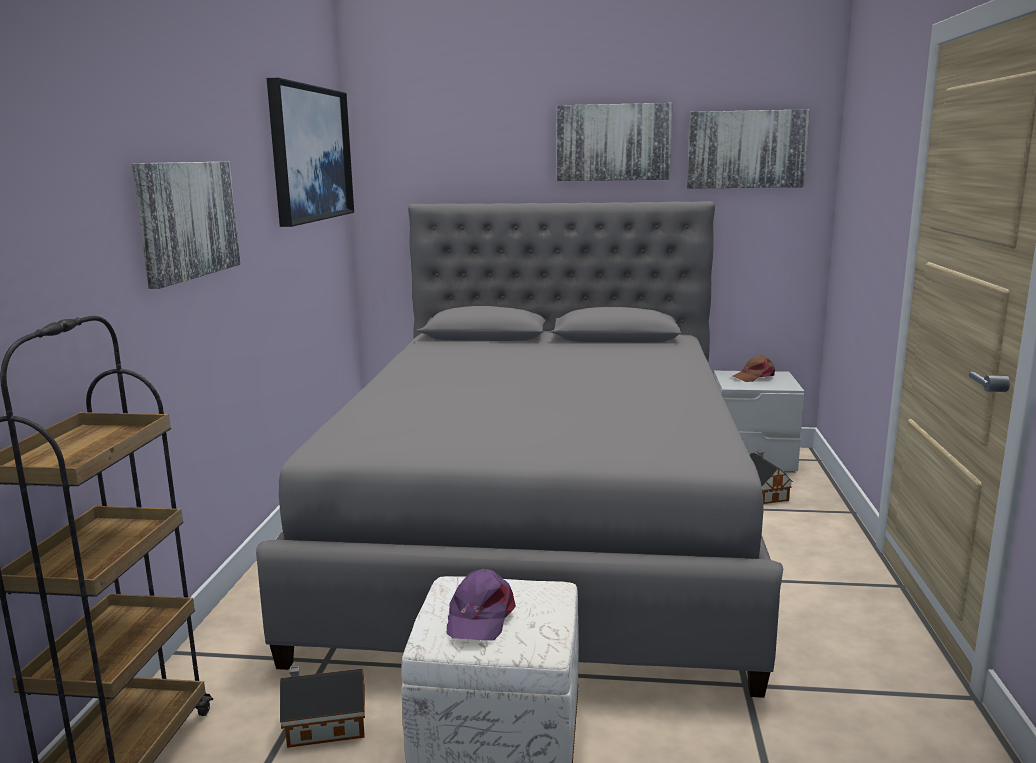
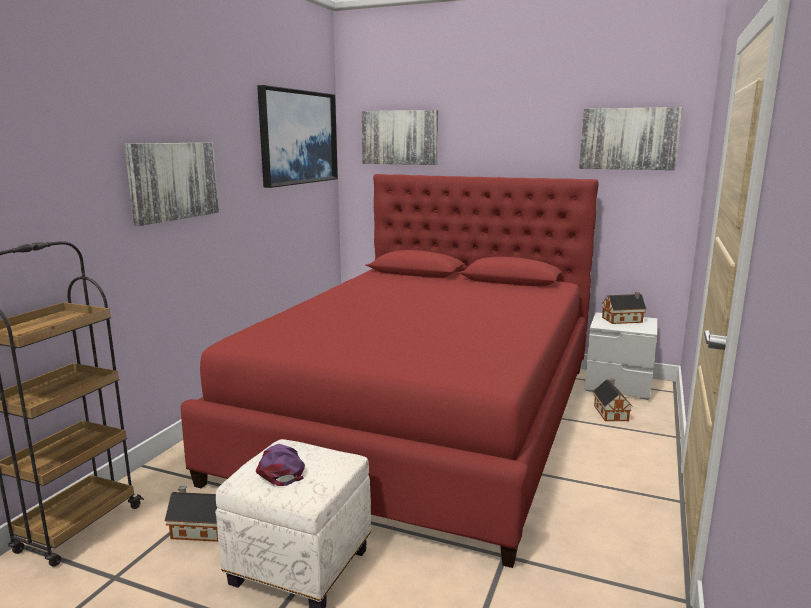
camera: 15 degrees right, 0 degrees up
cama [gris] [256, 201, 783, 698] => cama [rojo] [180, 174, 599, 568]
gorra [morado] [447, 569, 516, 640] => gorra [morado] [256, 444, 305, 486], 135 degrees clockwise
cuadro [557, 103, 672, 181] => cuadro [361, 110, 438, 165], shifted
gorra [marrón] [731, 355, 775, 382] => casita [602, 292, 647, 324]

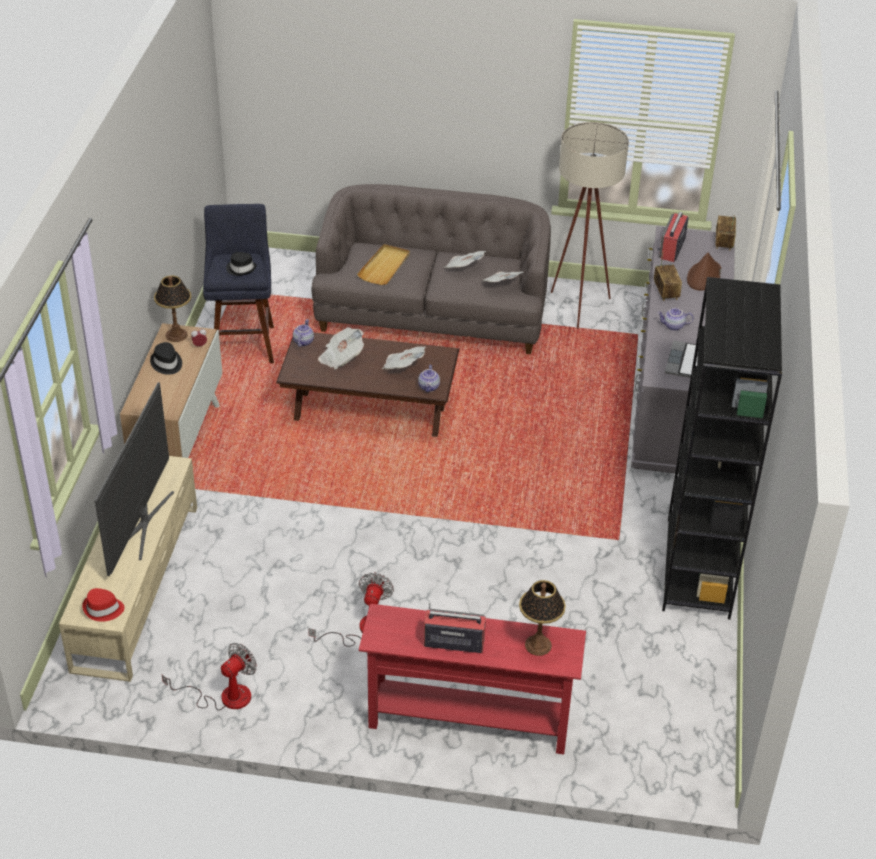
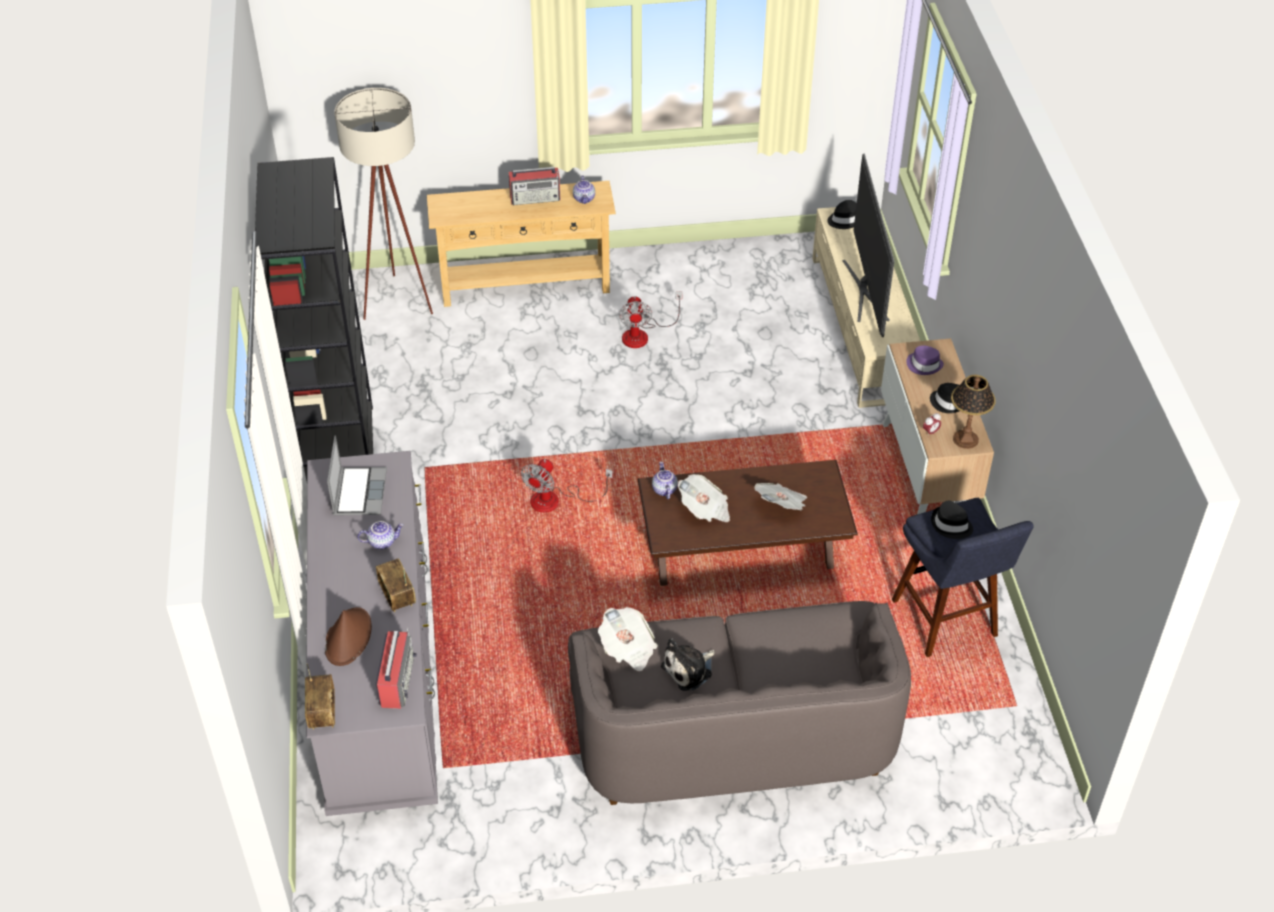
camera: 165 degrees right, 5 degrees up
lámpara de pie [beis] [551, 122, 629, 329] => lámpara de pie [beis] [334, 88, 433, 320], shifted
mesa consola [rojo] [359, 604, 586, 754] => mesa consola [beis] [427, 181, 616, 307]
ventilador [161, 643, 257, 711] => ventilador [521, 459, 613, 513], shifted
tetera [293, 319, 314, 347] => tetera [573, 175, 595, 204], shifted
periódico [444, 251, 486, 268] => peluche [661, 638, 715, 691]
sombrero [rojo] [82, 588, 125, 622] => sombrero [negro] [827, 200, 857, 229]
nothing => sombrero [morado] [906, 346, 944, 375]
bandeja [beis] [357, 244, 410, 285] => nothing
lámpara de mesa [519, 580, 566, 656] => nothing

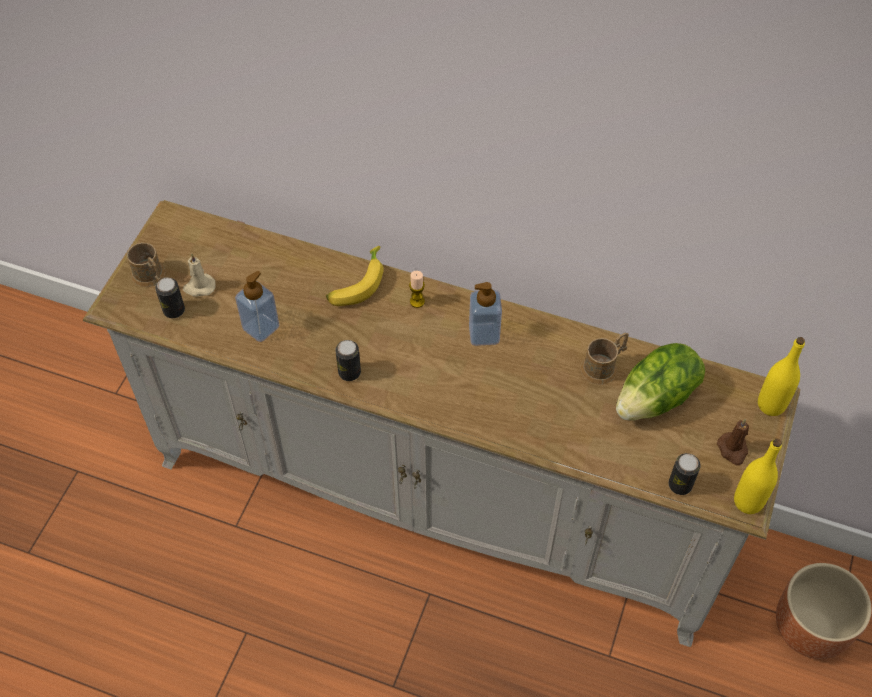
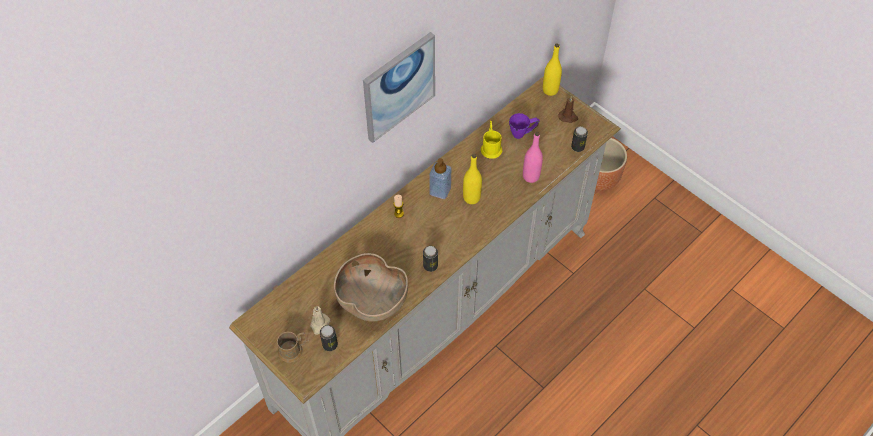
camera: 65 degrees left, 0 degrees up
dispensador de jabón [235, 271, 280, 342] => cuenco [marrón] [334, 253, 408, 322]
nothing => cuadro [363, 32, 435, 143]
botella [amarillo] [734, 439, 782, 514] => botella [amarillo] [463, 154, 482, 204], shifted
taza grande [marrón] [580, 333, 629, 385] => taza grande [amarillo] [481, 121, 502, 159]
lechuga [616, 343, 705, 421] => taza grande [morado] [509, 113, 540, 139]
nothing => botella [rosa] [523, 132, 543, 183]
plátano [326, 246, 384, 306] => nothing

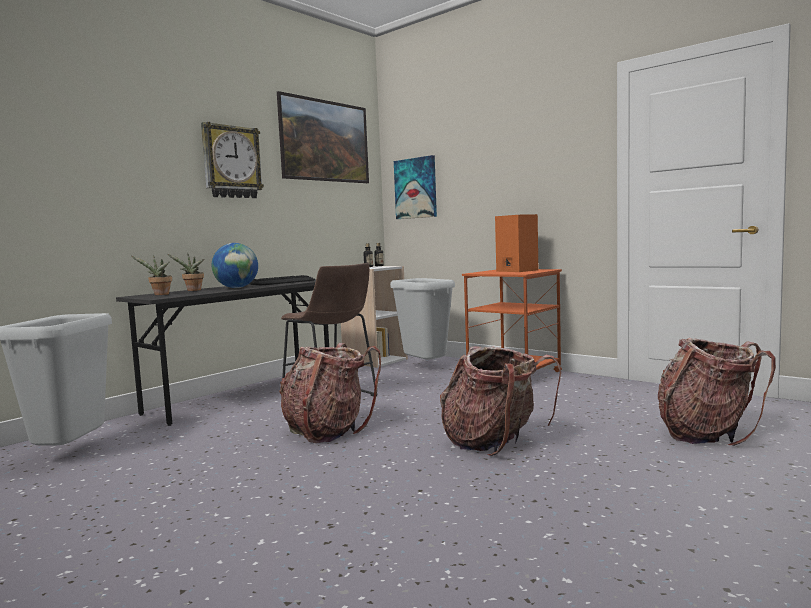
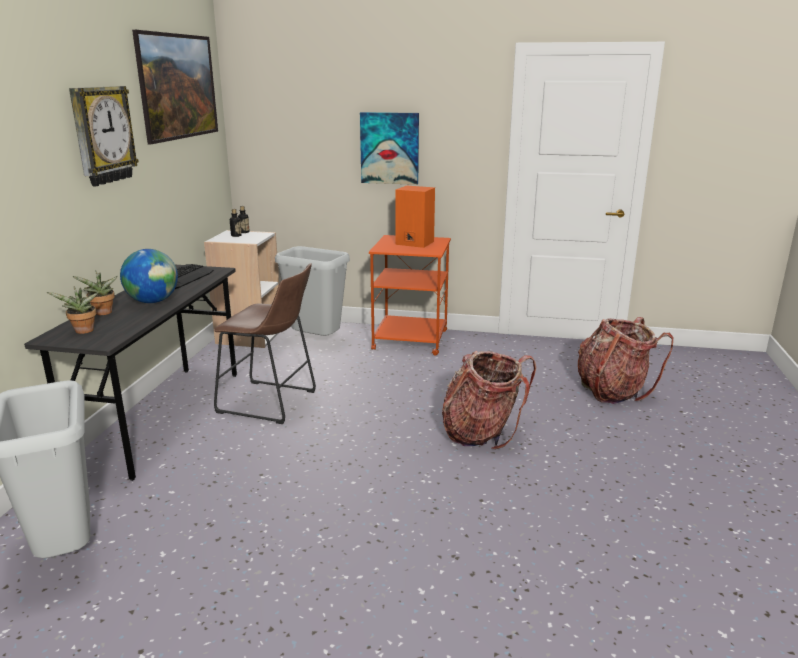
camera: 30 degrees left, 15 degrees up
cuadro [394, 155, 437, 219] => cuadro [360, 112, 419, 185], shifted
mochila [279, 343, 381, 443] => nothing

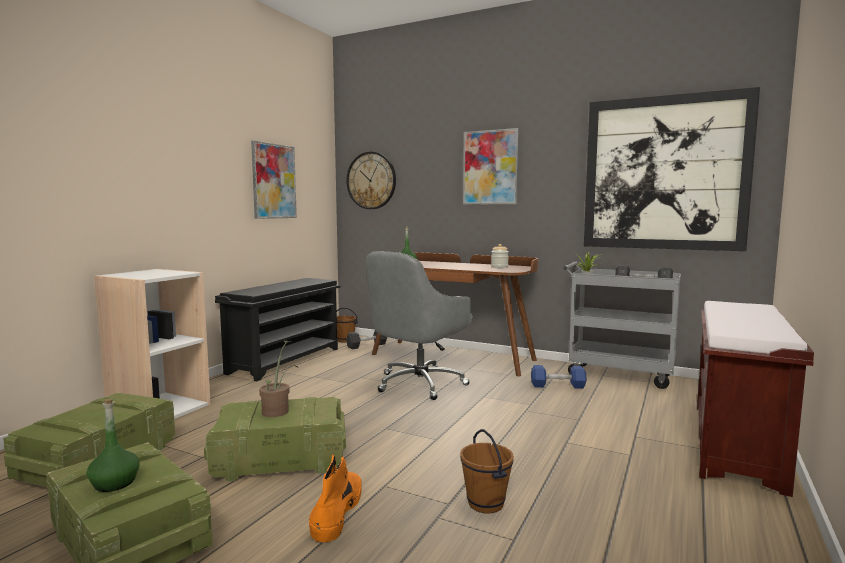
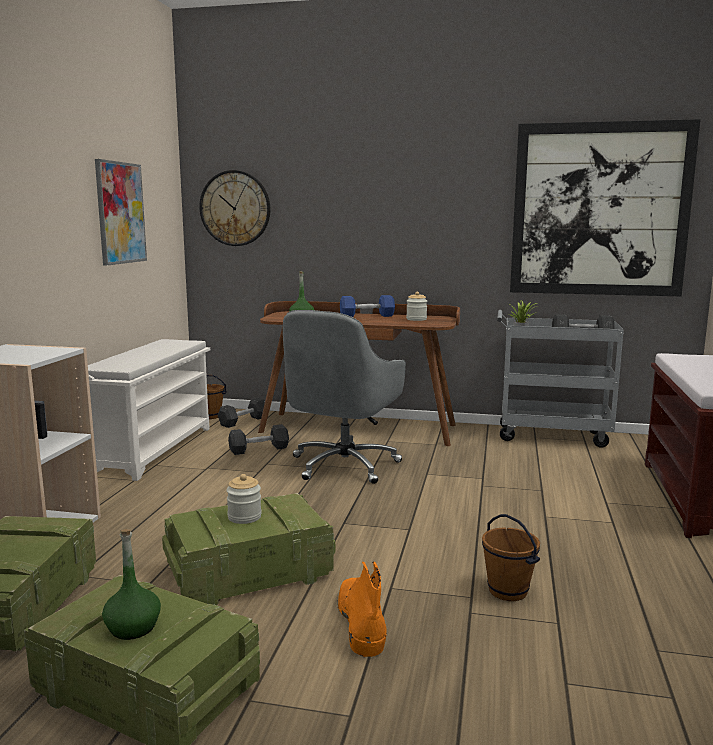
camera: 15 degrees left, 5 degrees up
zapatero [negro] [215, 278, 341, 381] => zapatero [blanco] [88, 339, 210, 481]
planta en maceta [259, 341, 298, 417] => tarro [226, 474, 262, 524]
nothing => mancuerna [gris] [228, 424, 289, 455]
mancuerna [azul] [531, 365, 587, 389] => mancuerna [azul] [340, 295, 395, 317], shifted
cuadro [463, 128, 519, 204] => nothing

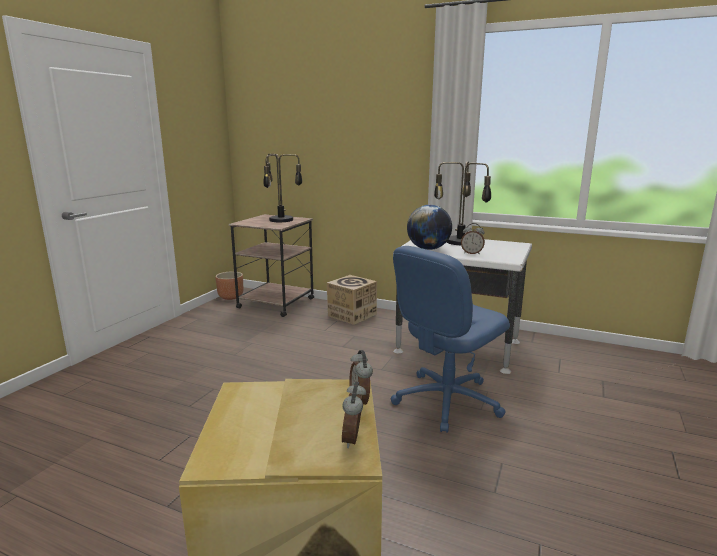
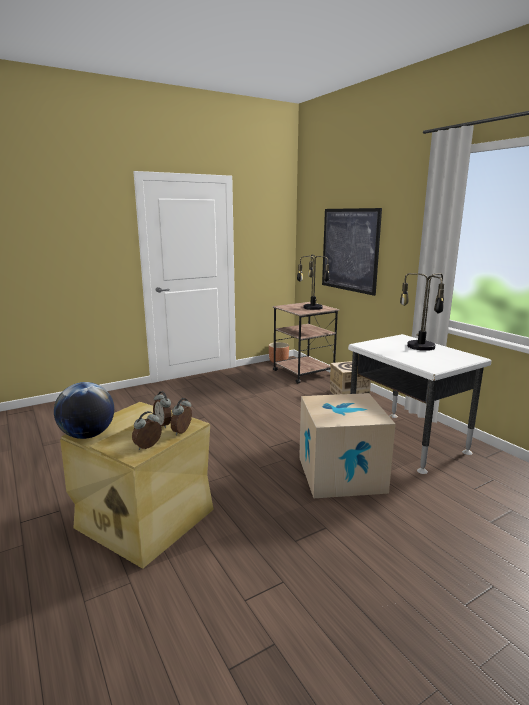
camera: 35 degrees right, 0 degrees up
globo terráqueo [407, 205, 452, 250] => globo terráqueo [54, 382, 114, 439], shifted
despertador [461, 223, 485, 254] => despertador [153, 391, 172, 428], shifted
silla de oficina [azul] [391, 246, 510, 433] => caja de cartón [299, 393, 396, 498]
nothing => cuadro [322, 208, 382, 296]

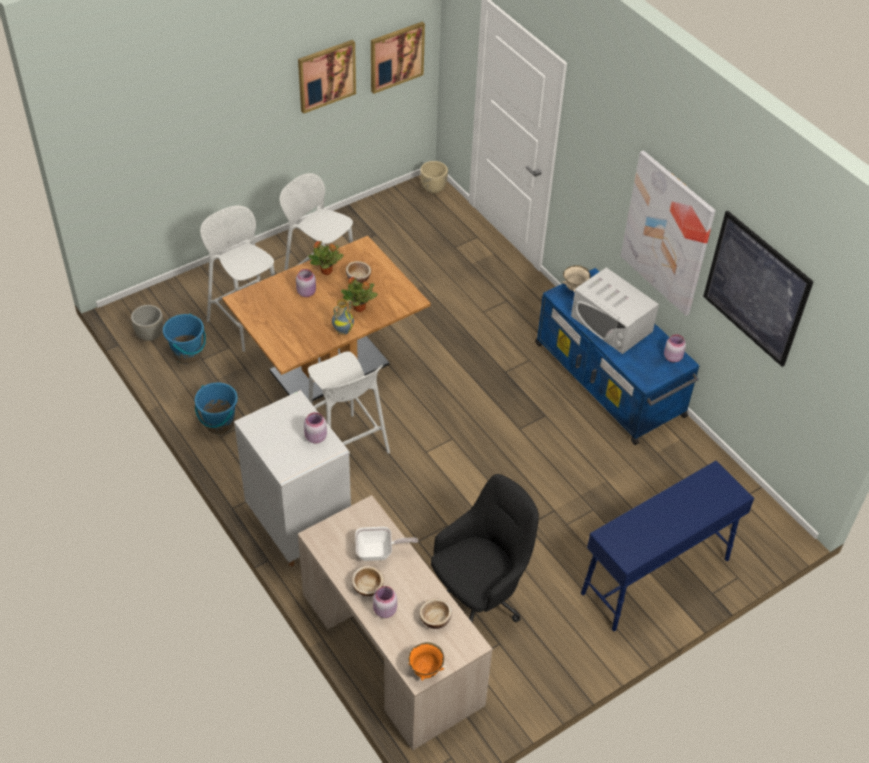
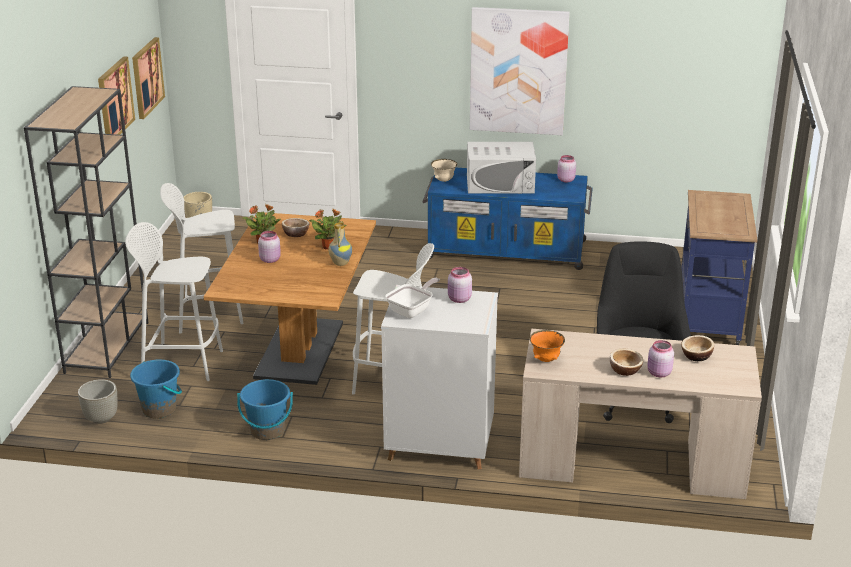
camera: 45 degrees left, 20 degrees down
nothing => estantería [24, 86, 149, 378]
sartén [355, 527, 418, 561] => sartén [385, 278, 440, 318], shifted
cuenco [naranja] [408, 642, 444, 681] => cuenco [naranja] [530, 330, 565, 362], shifted
mesa consola [azul] [581, 461, 754, 631] => carrito [azul] [681, 190, 757, 345]
cuadro [703, 211, 814, 367] => nothing

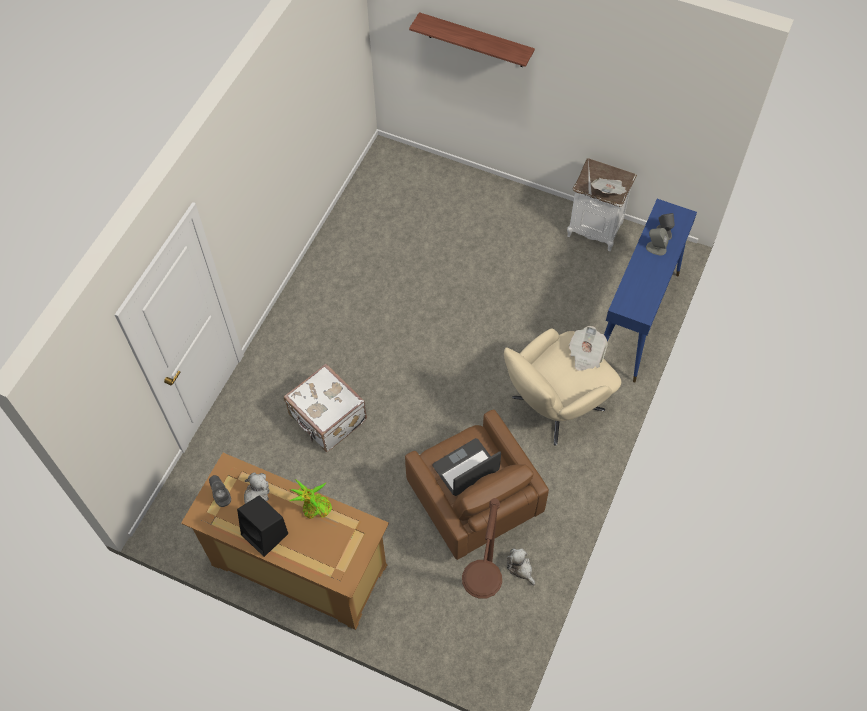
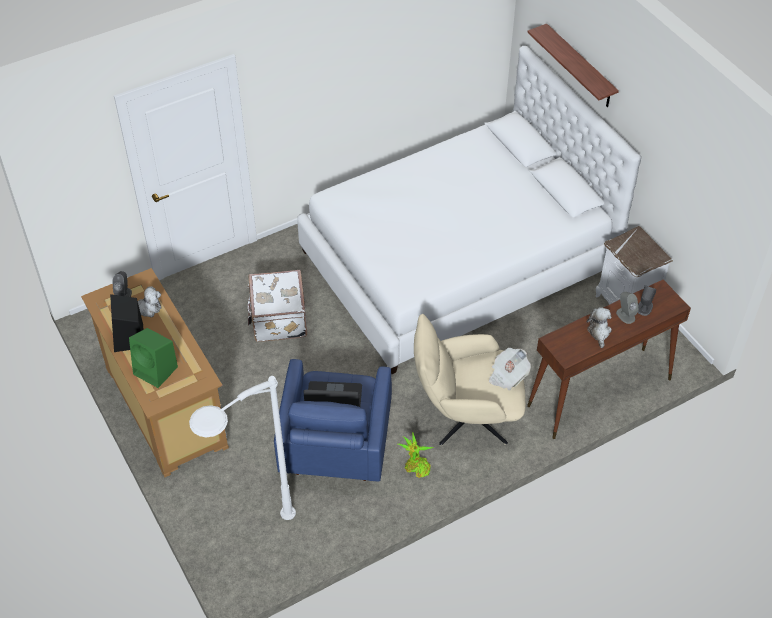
camera: 35 degrees right, 10 degrees down
nothing => altavoz [verde] [129, 328, 178, 388]
lámpara de pie [marrón] [462, 498, 502, 599] => lámpara de pie [blanco] [189, 376, 296, 520]
sillón [marrón] [405, 409, 549, 560] => sillón [azul] [274, 359, 392, 482]
nothing => cama [blanco] [297, 46, 641, 374]
planta en maceta [290, 479, 332, 519] => planta en maceta [398, 432, 433, 478], shifted
mesa consola [azul] [604, 199, 697, 383] => mesa consola [marrón] [527, 280, 691, 439]
peluche [507, 548, 535, 585] => peluche [587, 307, 612, 348], shifted
periódico [591, 178, 627, 194] => nothing

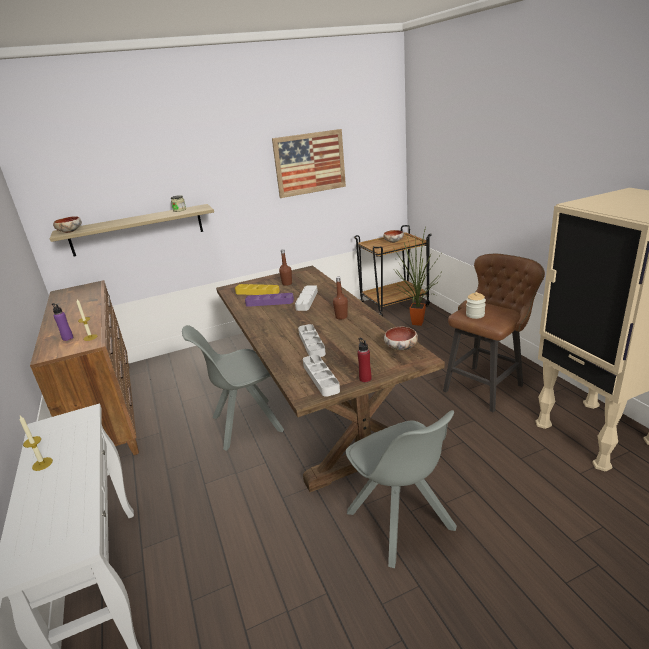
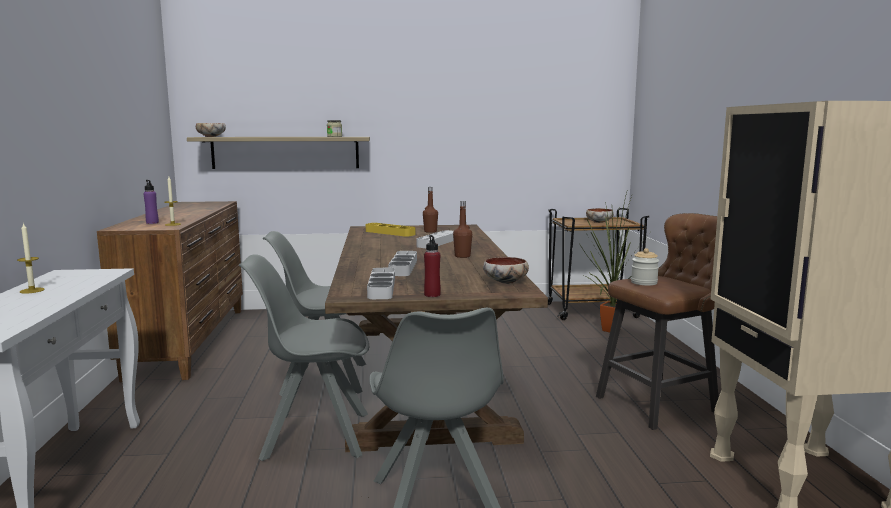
camera: 15 degrees right, 15 degrees down
nothing => silla [gris] [239, 254, 369, 461]
bandeja [morado] [245, 293, 294, 307] => nothing
cuadro [272, 129, 346, 198] => nothing

